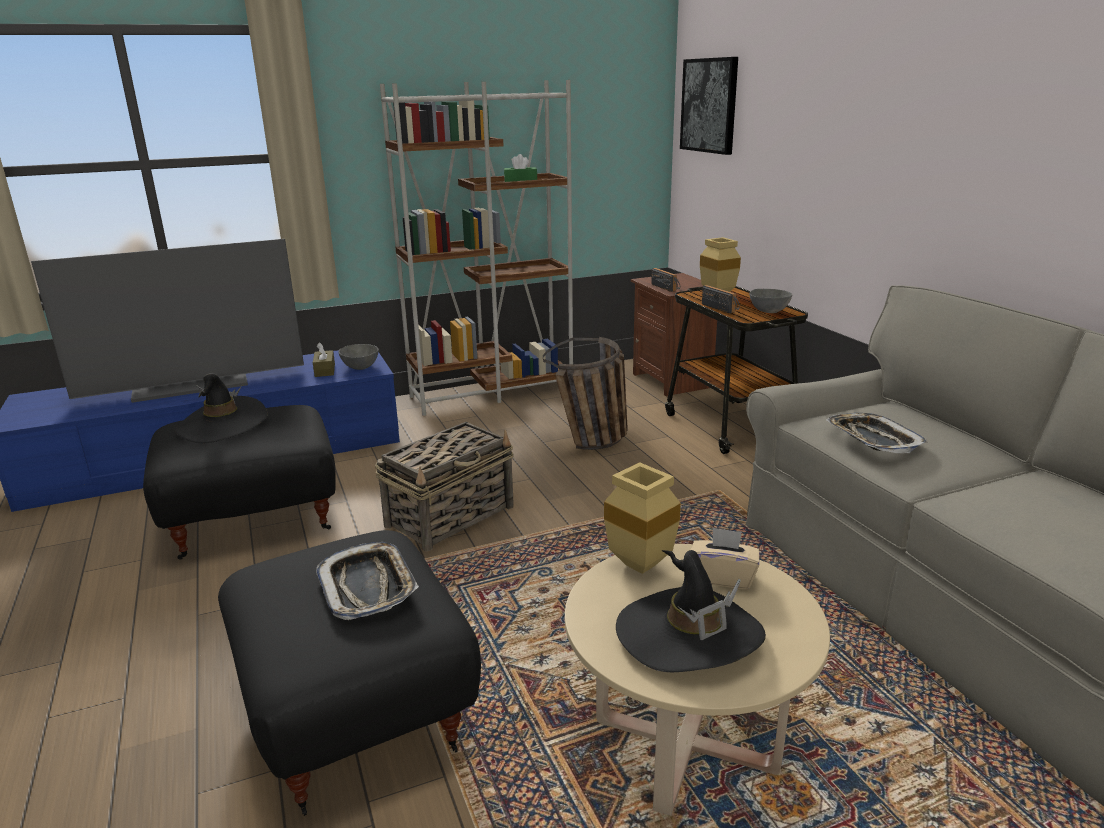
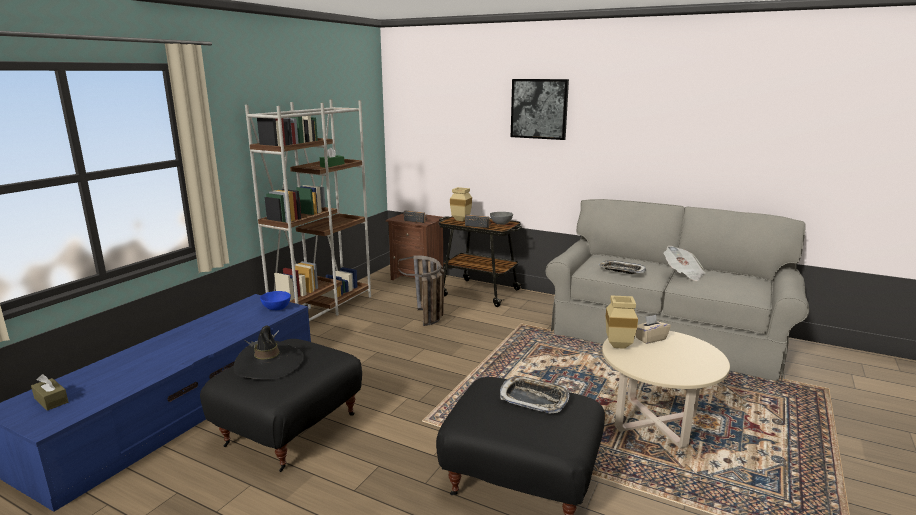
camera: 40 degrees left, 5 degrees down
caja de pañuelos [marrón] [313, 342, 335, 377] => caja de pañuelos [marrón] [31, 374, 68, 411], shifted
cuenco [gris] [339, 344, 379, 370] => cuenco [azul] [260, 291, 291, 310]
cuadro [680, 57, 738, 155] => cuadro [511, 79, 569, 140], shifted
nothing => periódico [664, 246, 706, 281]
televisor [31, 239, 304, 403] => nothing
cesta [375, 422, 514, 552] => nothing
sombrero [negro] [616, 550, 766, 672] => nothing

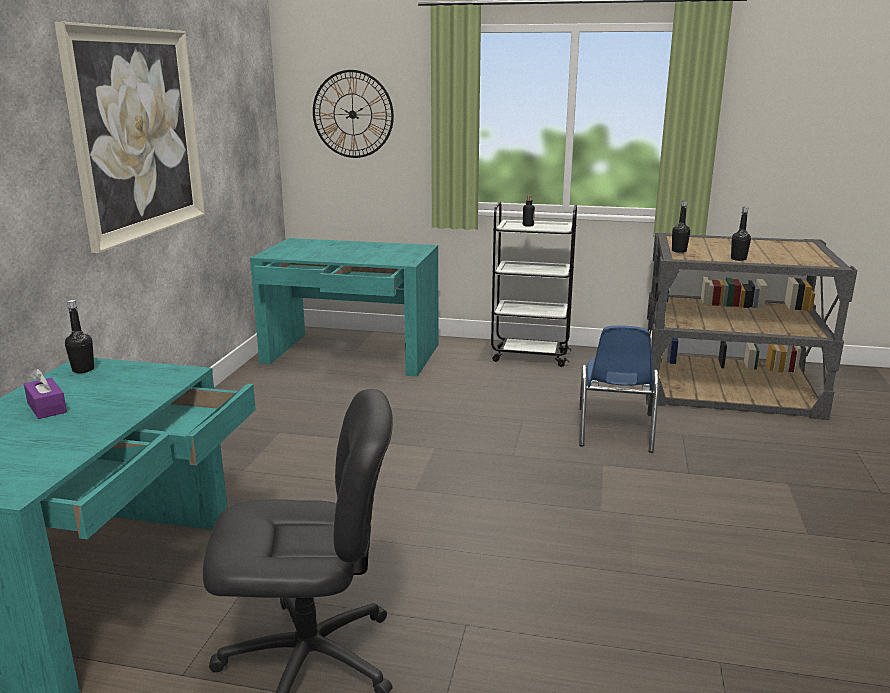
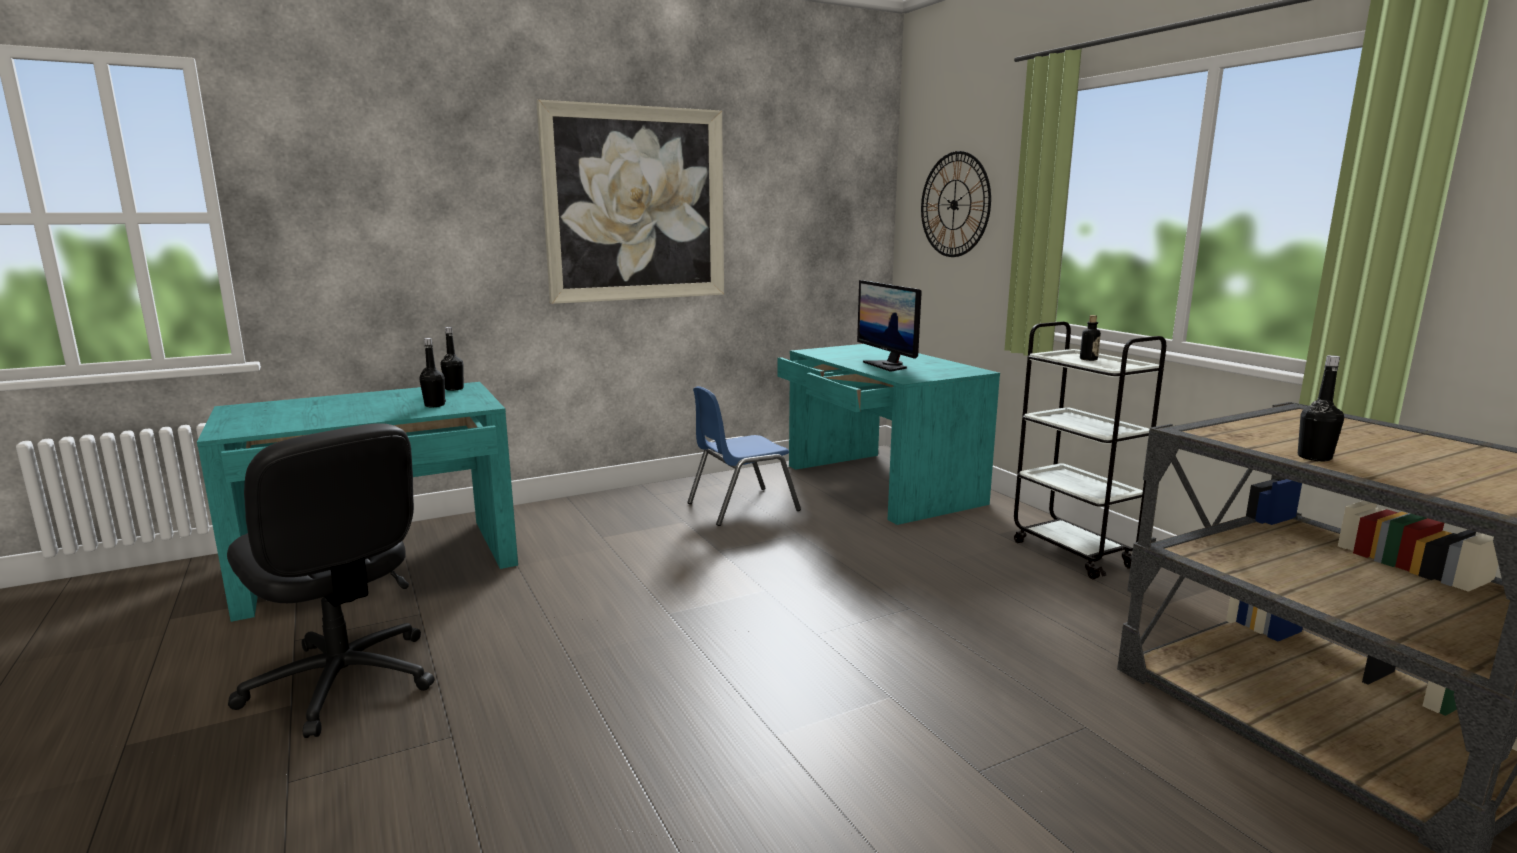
camera: 50 degrees right, 5 degrees down
botella [negro] [672, 201, 690, 253] => botella [negro] [419, 338, 446, 407], shifted
silla [azul] [579, 325, 659, 453] => silla [azul] [687, 386, 801, 526], shifted
nothing => monitor [857, 280, 922, 372]
caja de pañuelos [morado] [24, 369, 67, 419] => nothing

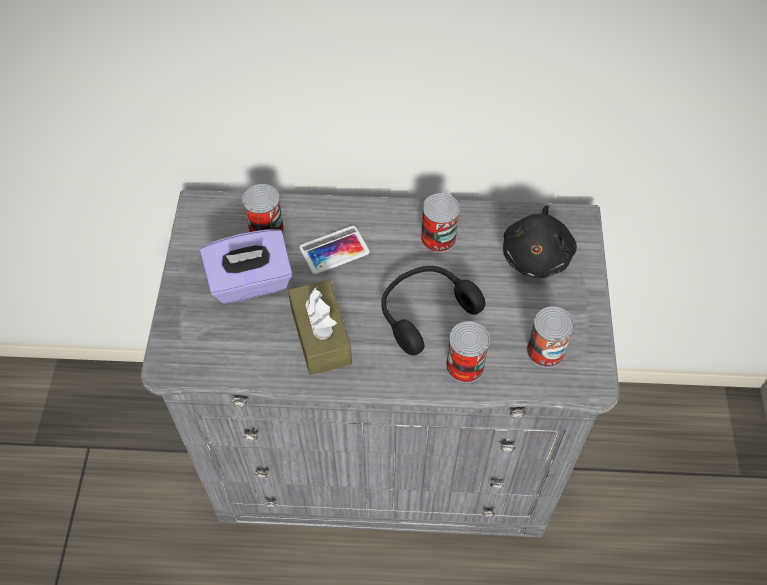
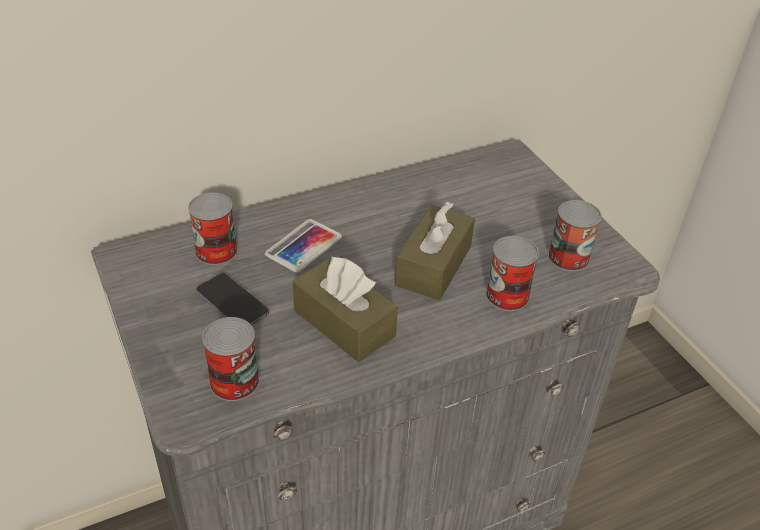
camera: 30 degrees left, 15 degrees down
caja de pañuelos [morado] [200, 229, 293, 304] => móvil [196, 273, 269, 325]
lata [421, 193, 460, 253] => lata [202, 317, 259, 401], shifted
auriculares [negro] [381, 266, 485, 356] => caja de pañuelos [marrón] [395, 201, 475, 300]
peluche [negro] [503, 205, 577, 278] => nothing

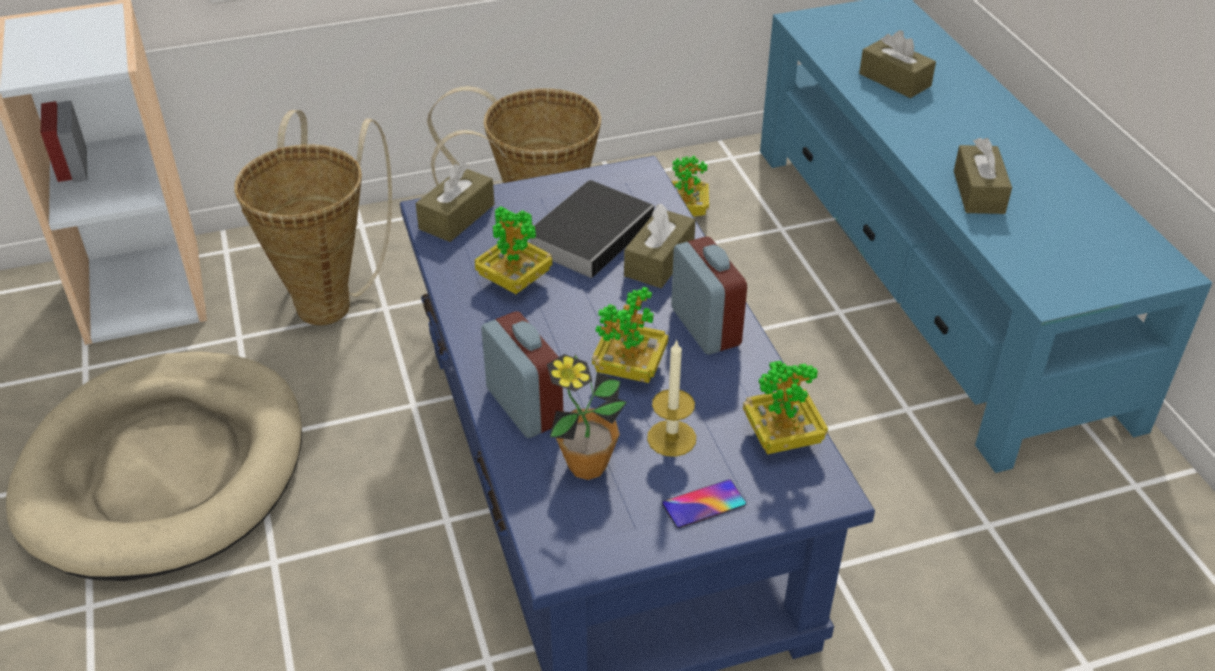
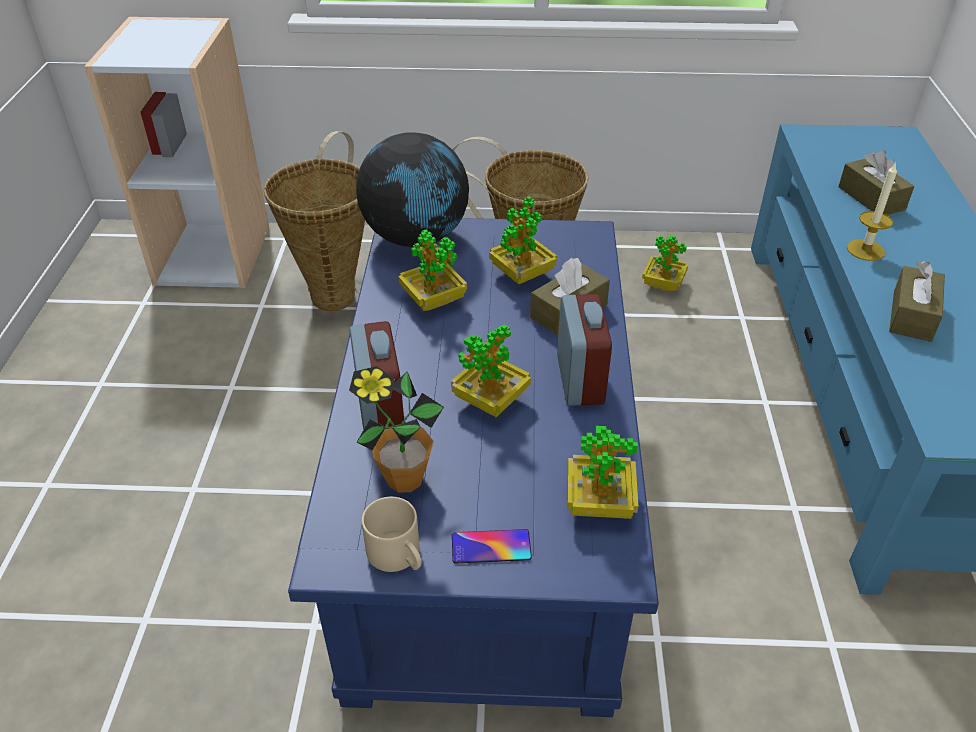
camera: 20 degrees right, 0 degrees up
caja de pañuelos [marrón] [416, 162, 495, 242] => globo terráqueo [356, 132, 469, 247]
nothing => taza grande [beis] [362, 497, 421, 572]
libro [530, 180, 654, 278] => planta en maceta [489, 196, 557, 284]
vela [647, 339, 696, 457] => vela [847, 162, 897, 261], shifted
cama para perro [beis] [6, 351, 302, 581] => nothing

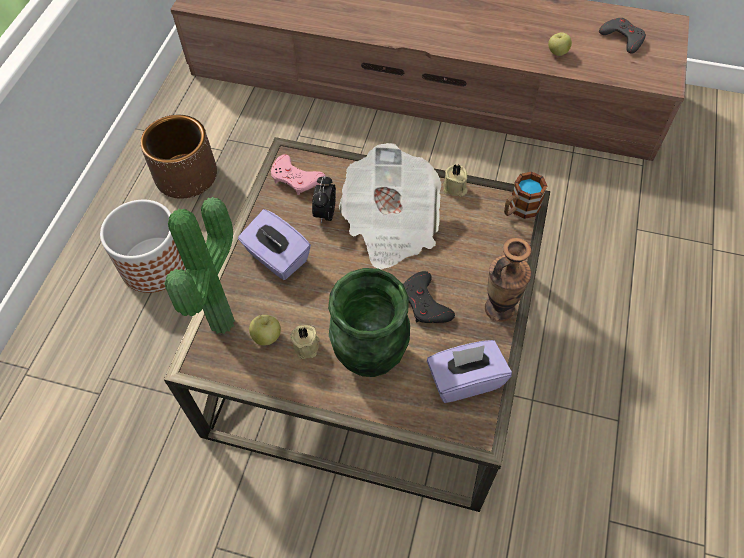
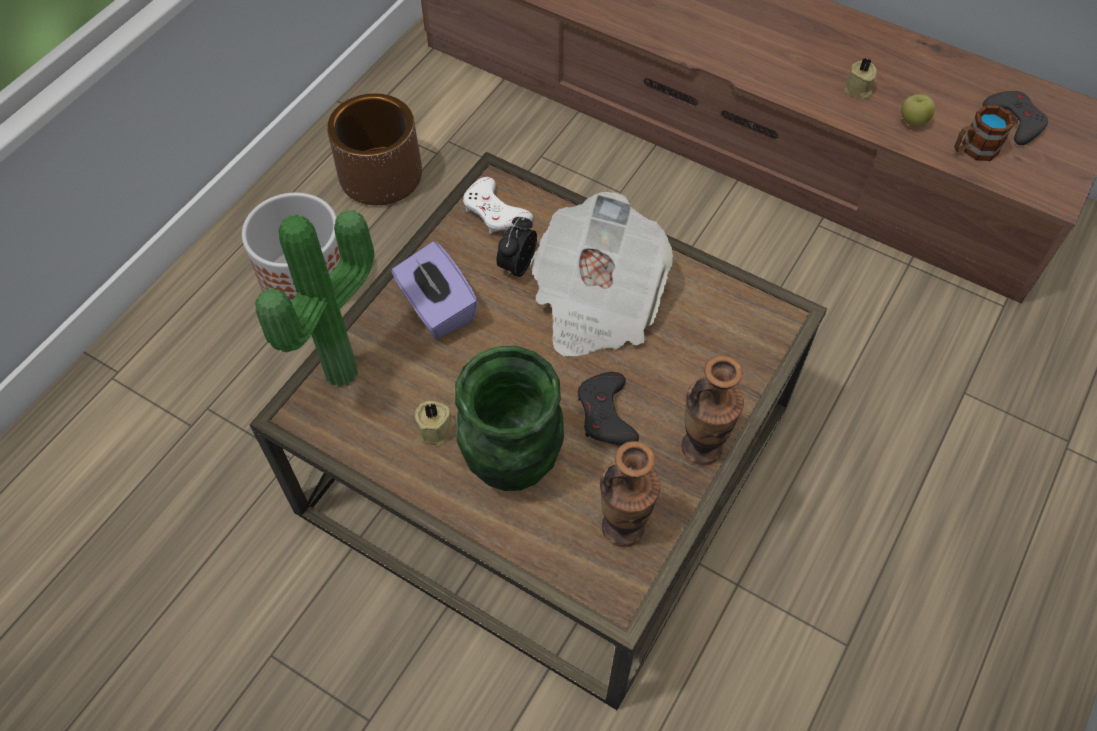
camera: 15 degrees right, 0 degrees up
mando de consola [rosa] [271, 154, 326, 195] => mando de consola [blanco] [463, 177, 533, 234]
caja de pañuelos [morado] [427, 340, 512, 403] => florero [600, 441, 661, 547]
vela [beis] [443, 164, 468, 197] => vela [beis] [844, 58, 877, 100], shifted
taza grande [504, 172, 547, 219] => taza grande [954, 105, 1015, 161], shifted
manzana [249, 315, 281, 345] => nothing

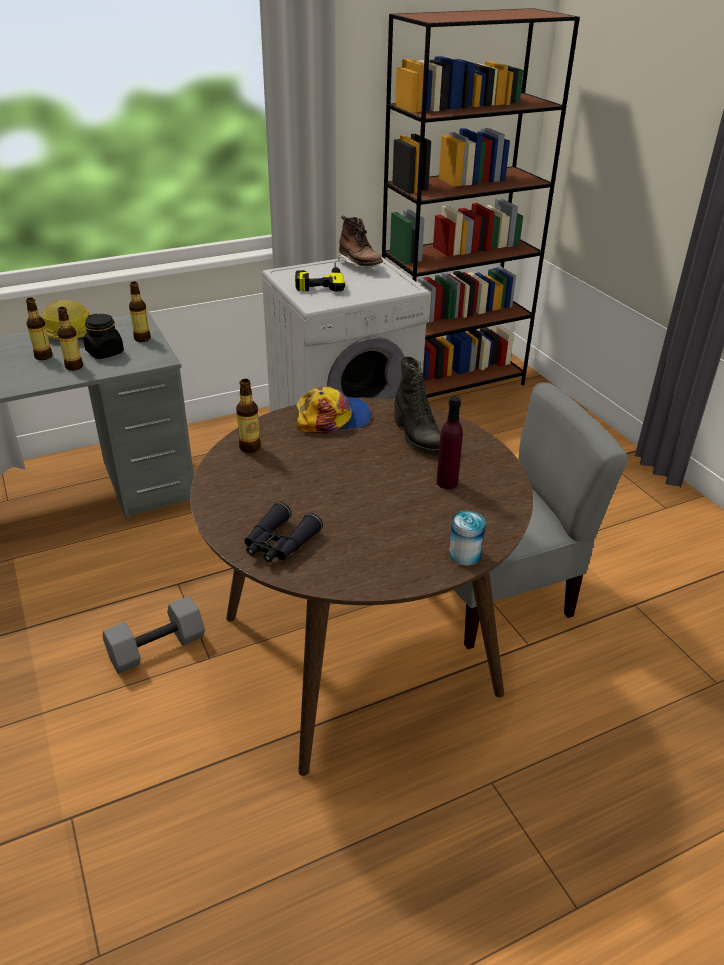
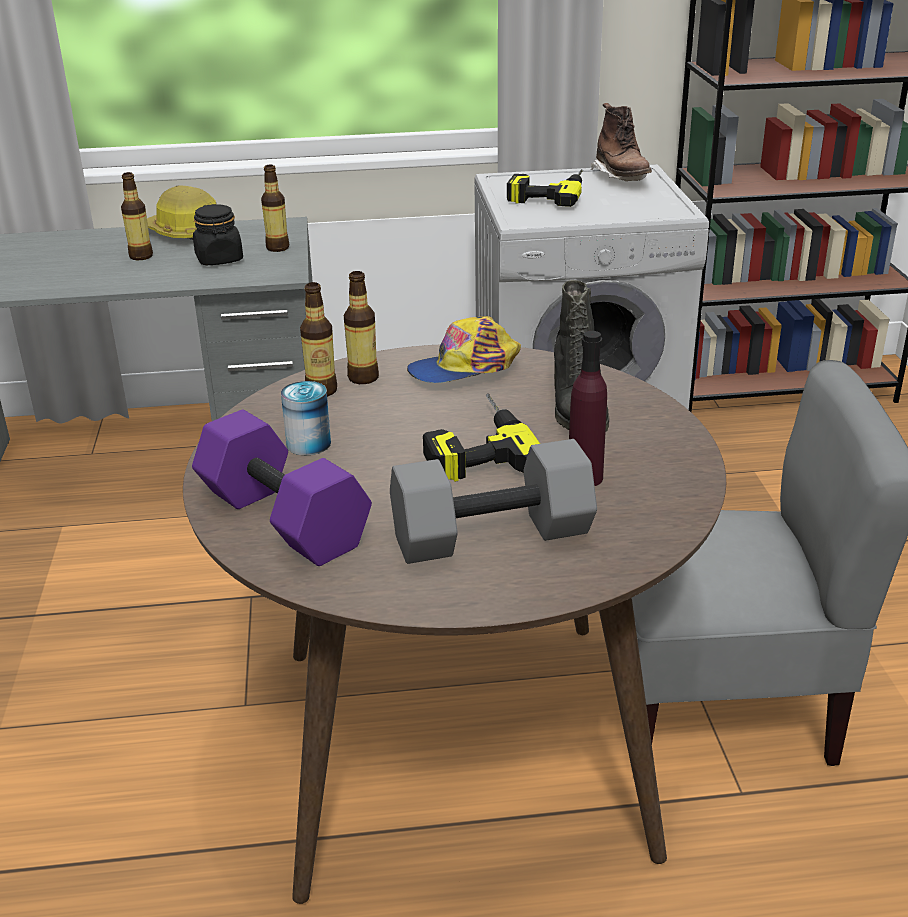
camera: 20 degrees right, 5 degrees down
prismáticos [negro] [244, 502, 323, 562] => mancuerna [morado] [192, 409, 372, 566]
lata [449, 511, 486, 566] => lata [281, 381, 331, 455], shifted
botella [57, 307, 83, 371] => botella [344, 271, 379, 384], shifted
mancuerna [gris] [103, 596, 205, 674] => mancuerna [gris] [390, 439, 597, 564], shifted
gorra [296, 386, 371, 434] => gorra [407, 316, 521, 383], 150 degrees clockwise
nothing => taladro [423, 394, 540, 482]

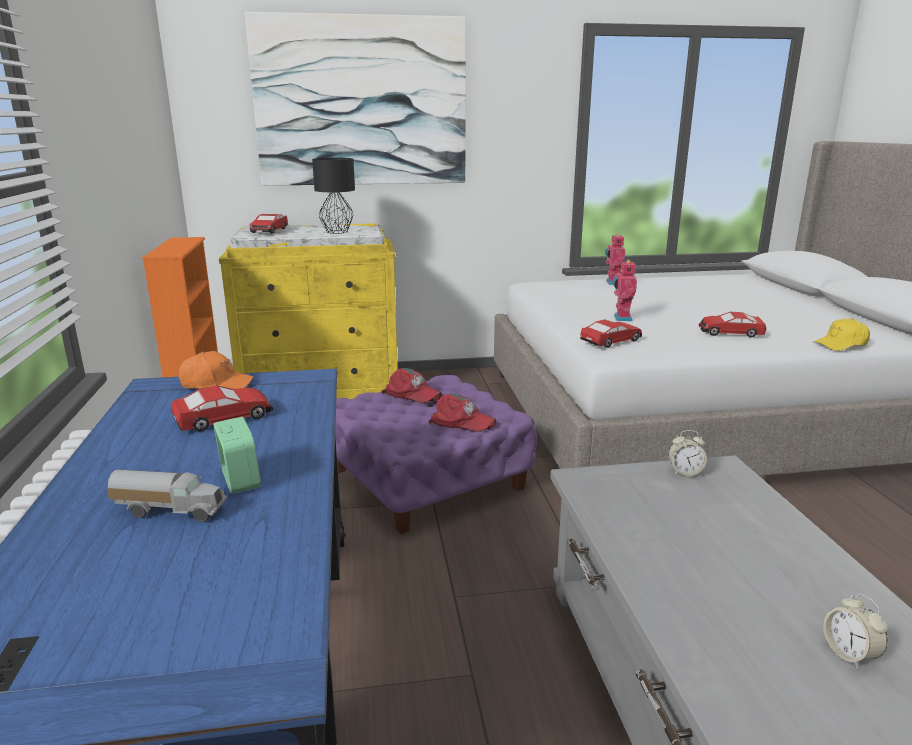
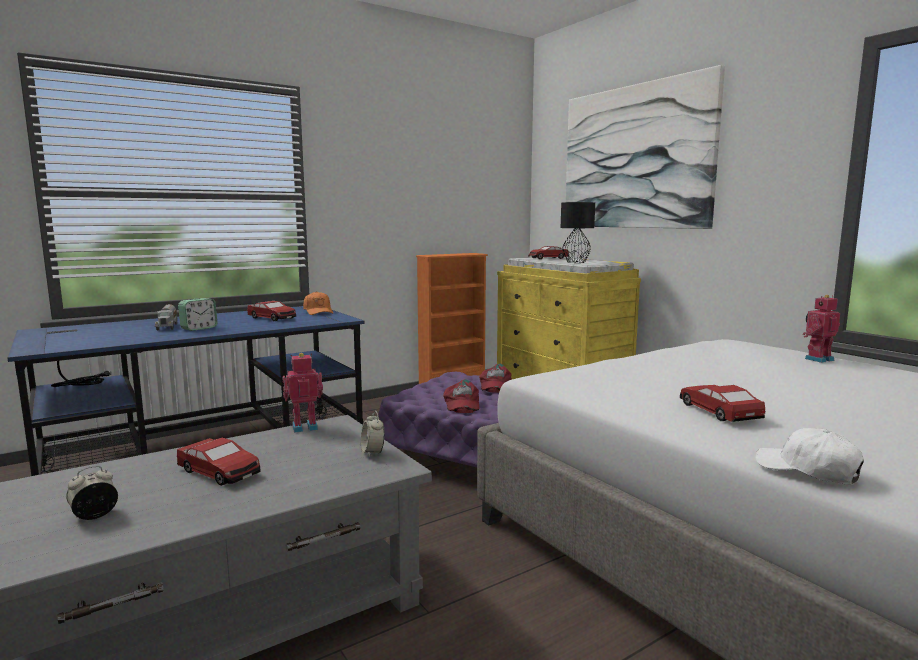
camera: 65 degrees right, 10 degrees down
coche de juguete [580, 319, 642, 348] => coche de juguete [177, 438, 260, 486], shifted
robot de juguete [613, 259, 637, 321] => robot de juguete [283, 353, 323, 433], shifted
gorra [amarillo] [813, 318, 870, 351] => gorra [blanco] [756, 428, 864, 484]

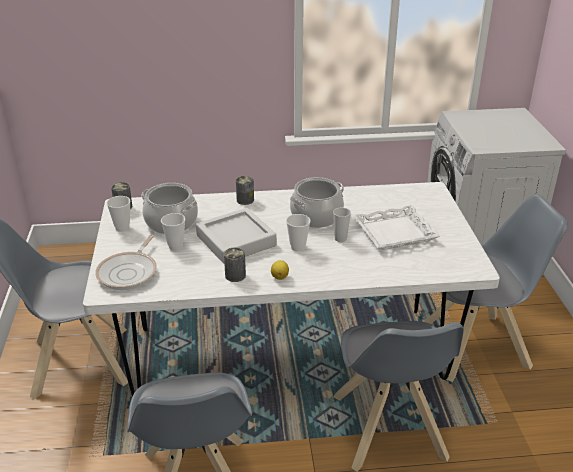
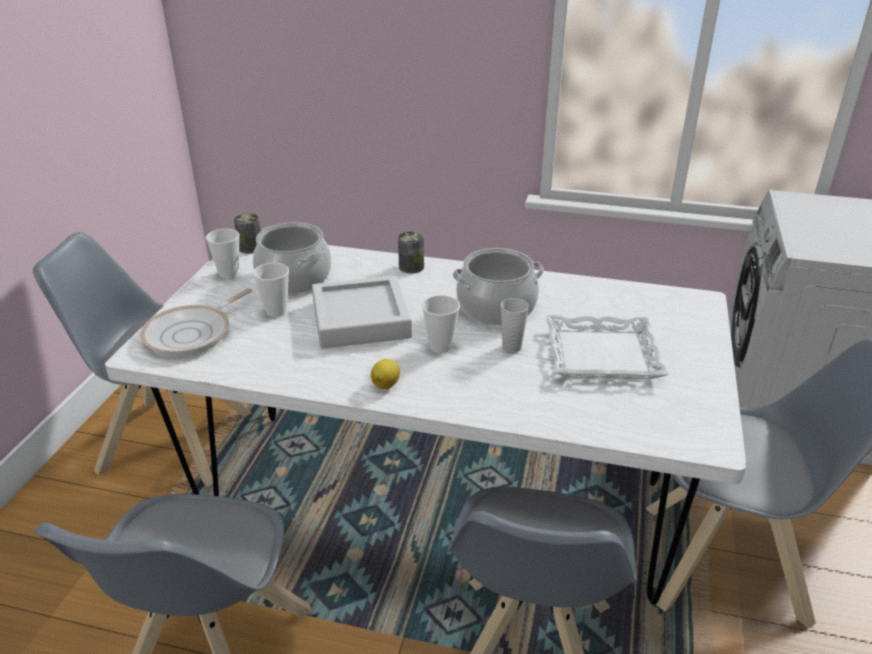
camera: 20 degrees right, 0 degrees up
lata [224, 248, 246, 282] => nothing

